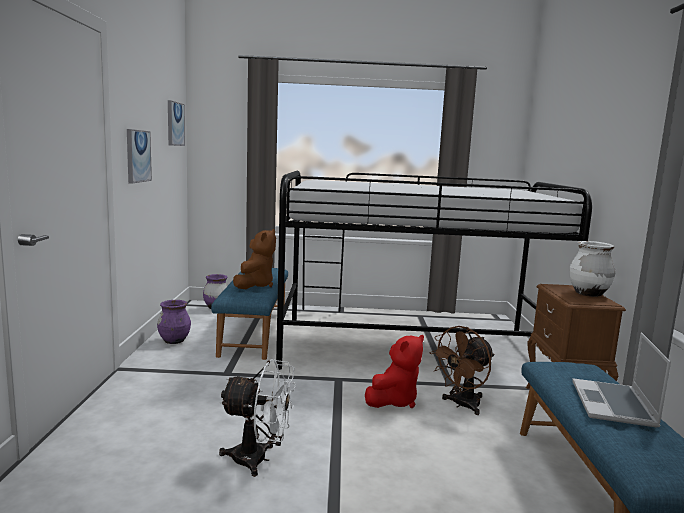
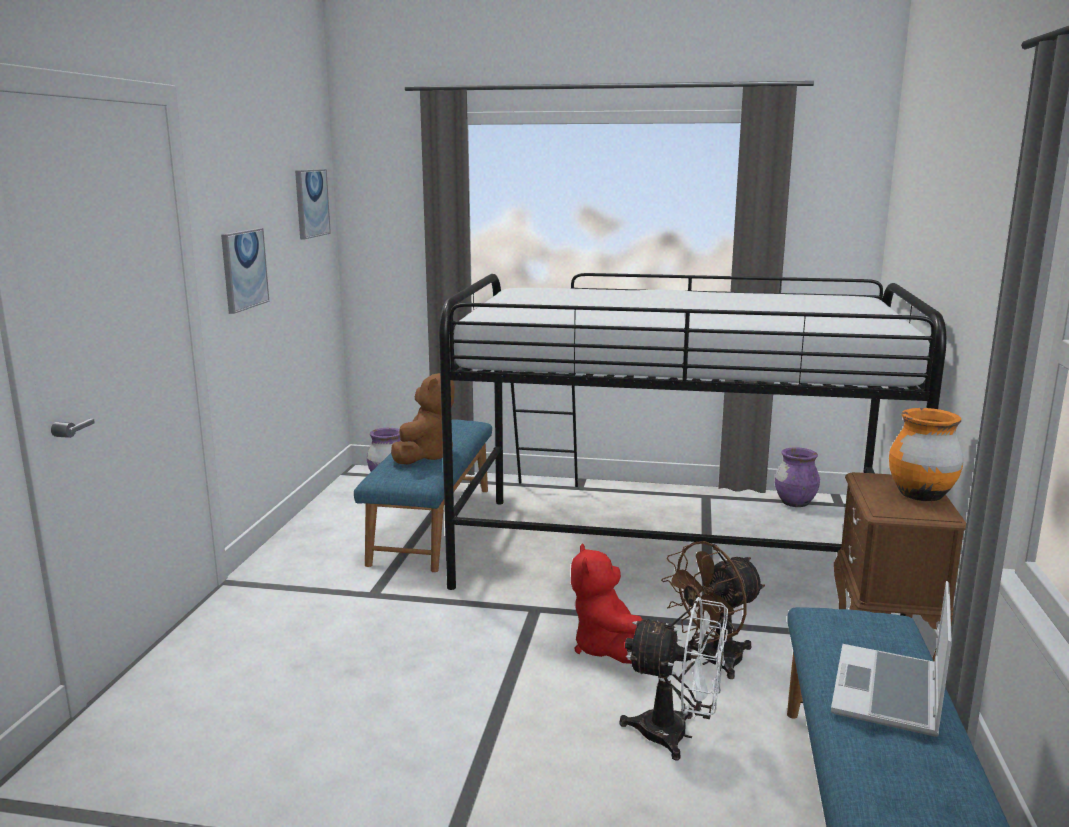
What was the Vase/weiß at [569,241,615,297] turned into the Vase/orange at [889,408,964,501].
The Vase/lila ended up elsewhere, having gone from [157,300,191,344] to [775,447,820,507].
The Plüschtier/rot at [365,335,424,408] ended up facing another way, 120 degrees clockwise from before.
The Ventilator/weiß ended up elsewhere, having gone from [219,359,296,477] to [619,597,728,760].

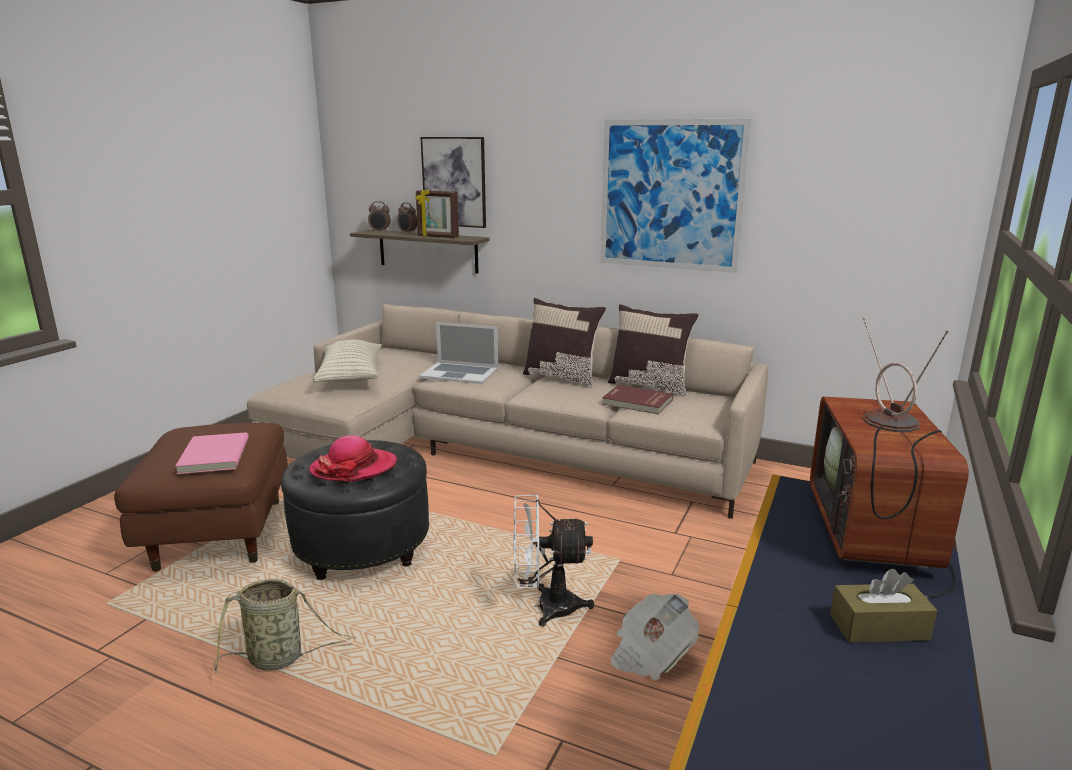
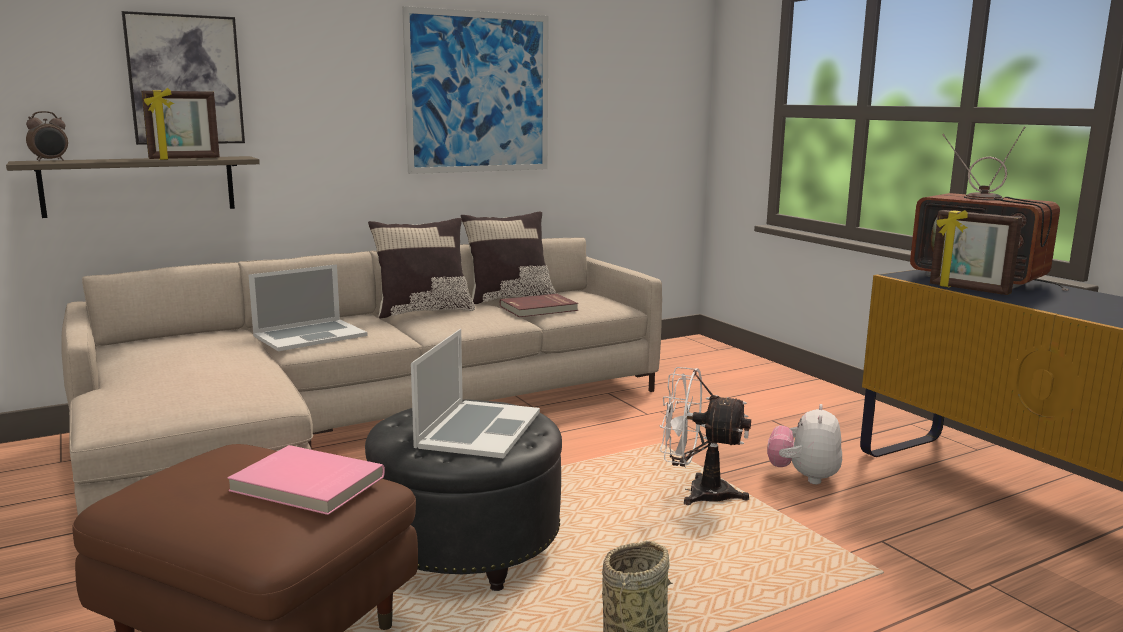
The second view lost the Wecker at [397,202,417,234].
The second view lost the Kissen at [313,340,381,383].
Where the Hut stood at [309,435,397,482], the Laptop came to stand at [411,329,540,459].
The Ventilator/weiß at [513,494,594,627] ended up facing another way, 75 degrees clockwise from before.
The second view lost the Taschentuchbox/braun at [830,568,937,642].
Where the Zeitung stood at [610,593,699,680], the Plüschtier came to stand at [767,404,842,484].
The second view gained the Bilderrahmen at [930,210,1023,295].

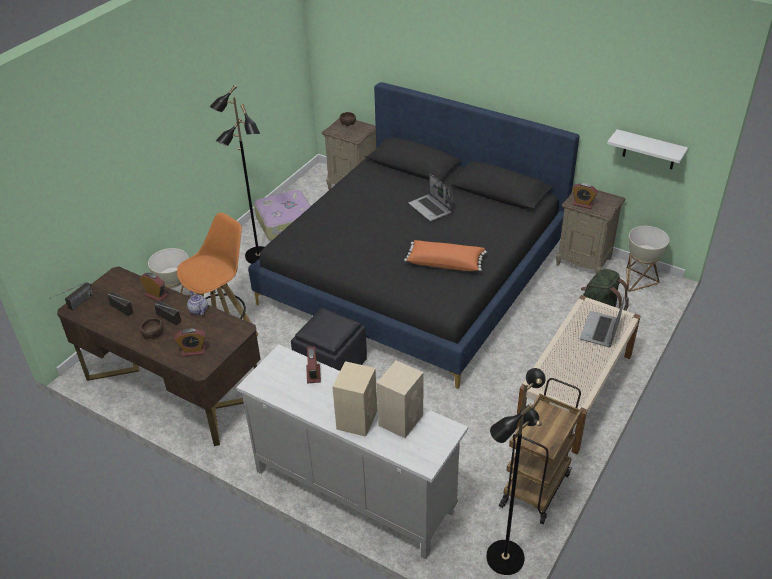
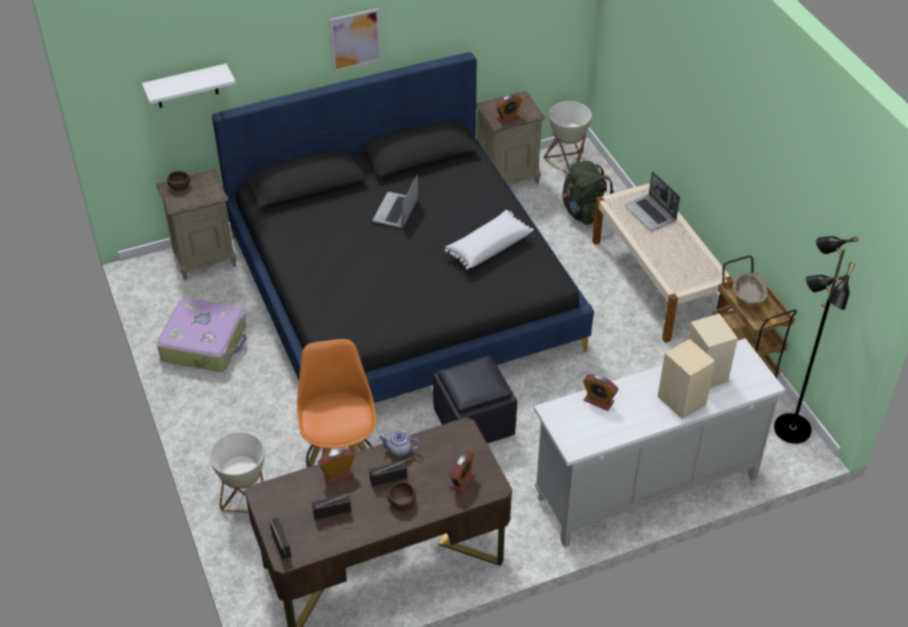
The second view lost the Stehlampe/schwarz at [209,85,264,264].
The Wandregal/weiß ended up elsewhere, having gone from [607,129,688,169] to [142,64,236,108].
The Laptop at [408,173,453,221] ended up facing another way, 105 degrees clockwise from before.
What was the Kissen/orange at [404,240,487,271] turned into the Kissen/weiß at [445,210,534,270].
The second view gained the Bild at [329,8,381,72].
The second view gained the Schüssel/beige at [733,273,768,307].

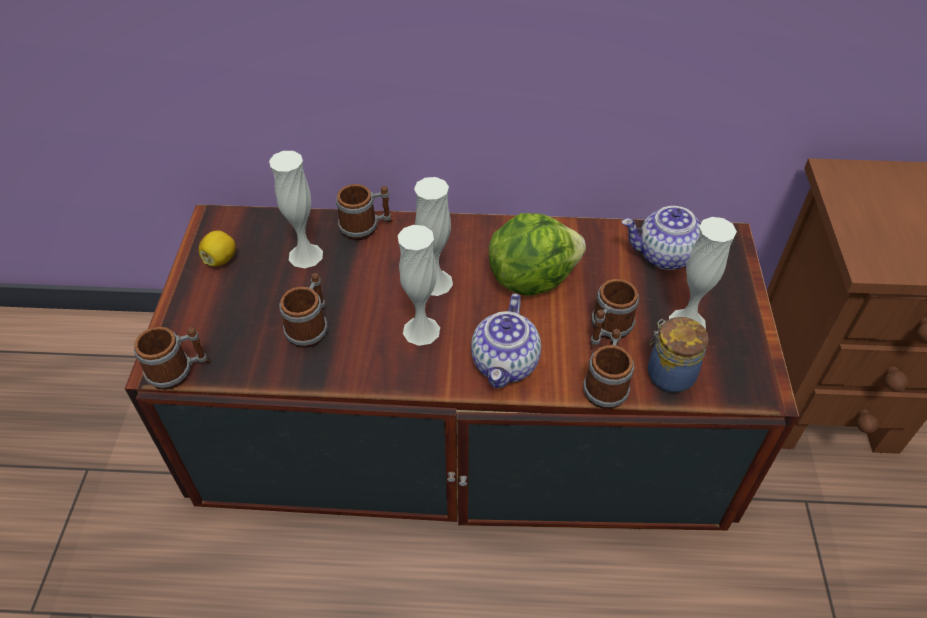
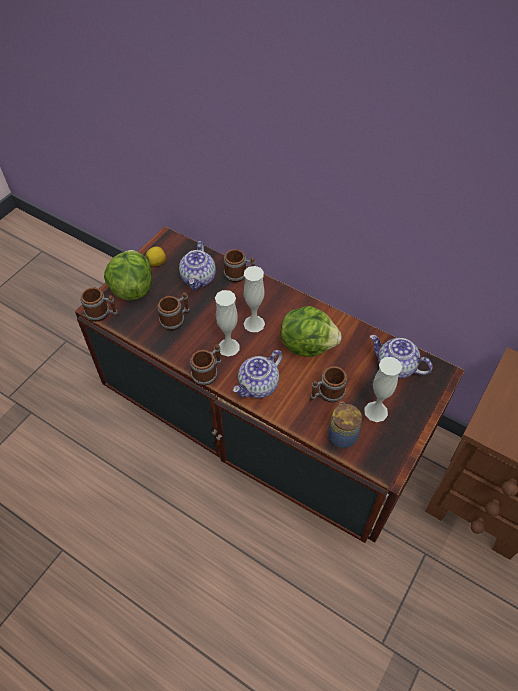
Where the Vase/weiß stood at [269,151,323,268], the Teekanne came to stand at [179,241,216,290].
The Henkelbecher ended up elsewhere, having gone from [583,329,634,409] to [190,344,222,386].
The second view gained the Salatkopf at [104,250,152,300].

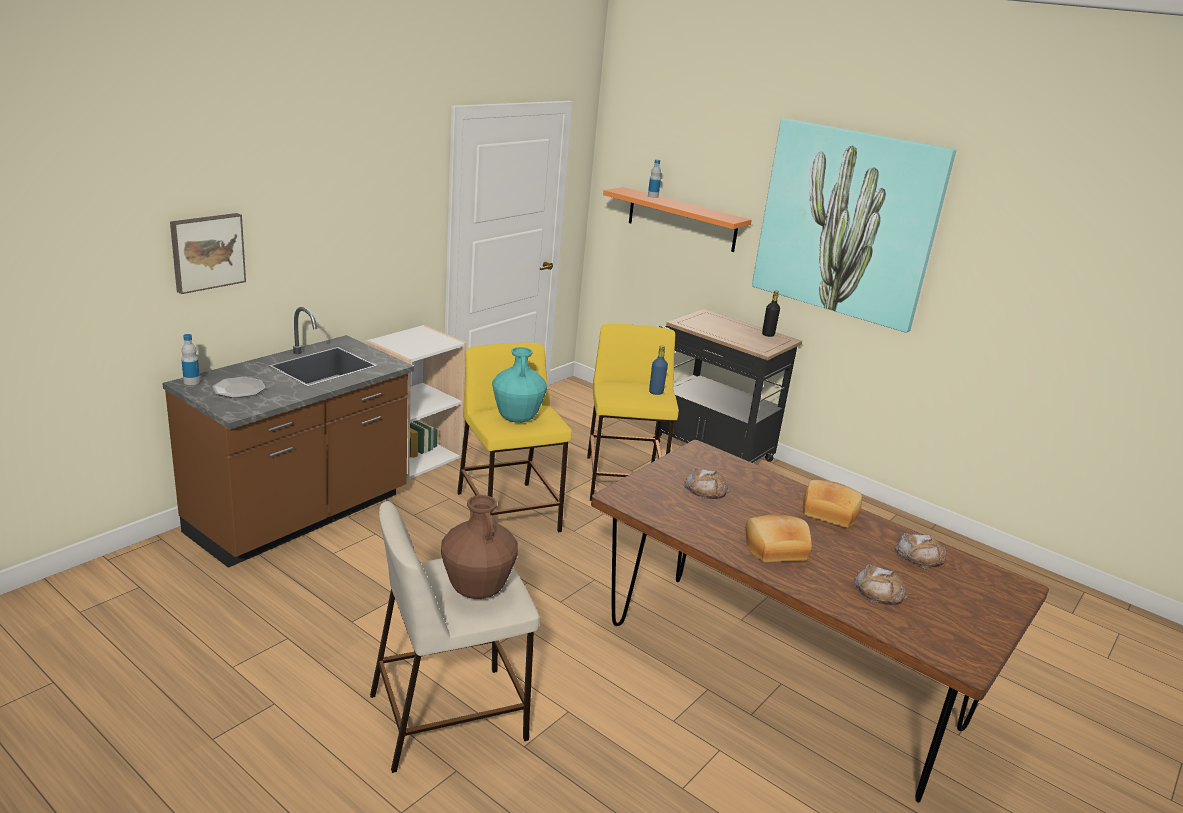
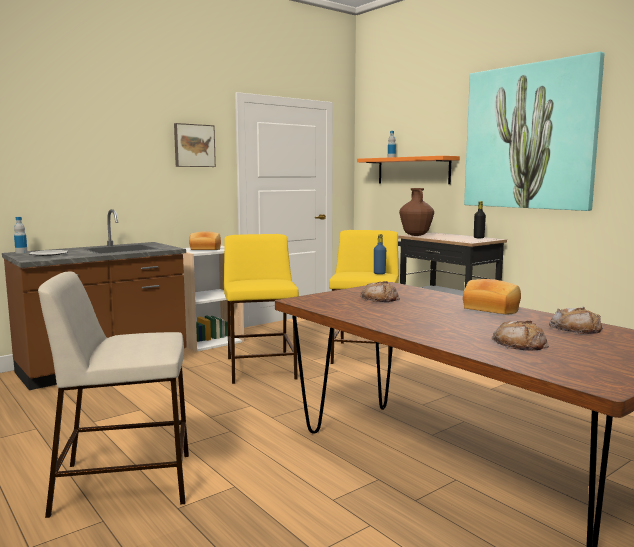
The Bild ended up elsewhere, having gone from [170,213,246,294] to [174,123,216,167].
The second view lost the Vase/türkis at [492,347,547,423].
The Vase/braun ended up elsewhere, having gone from [441,495,518,599] to [399,188,434,236].
The Brot ended up elsewhere, having gone from [746,515,812,562] to [189,231,221,250].

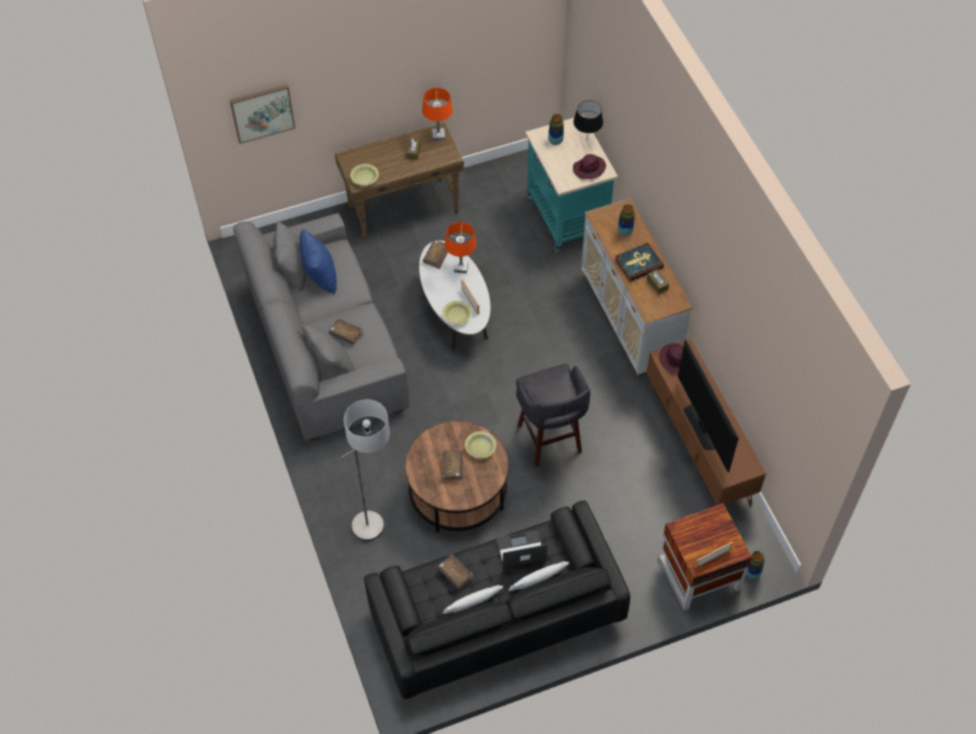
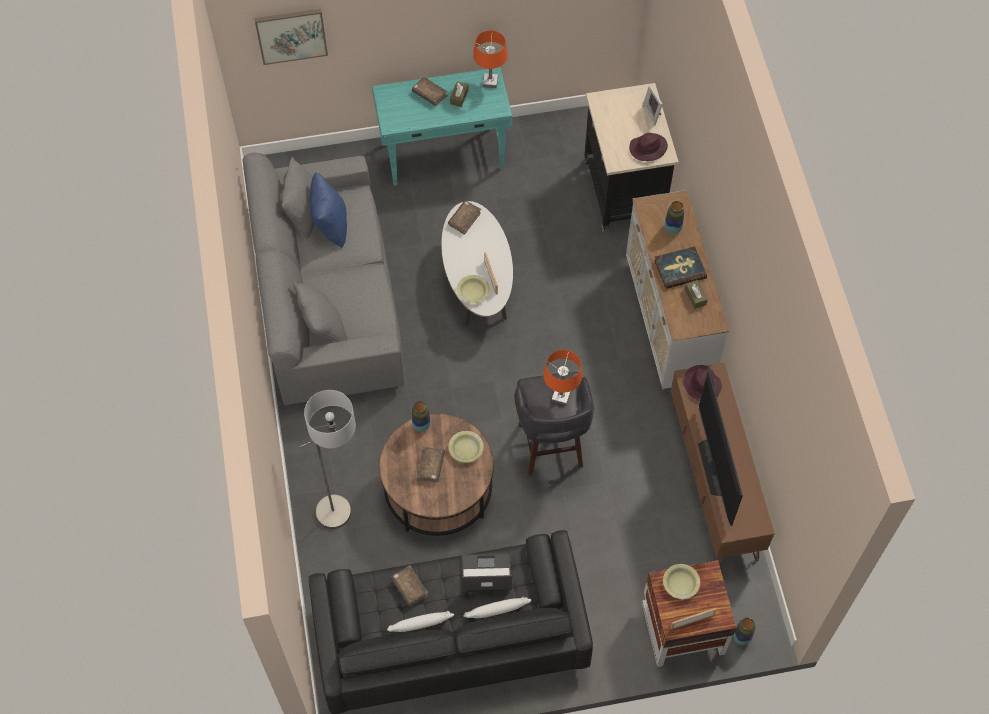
Where the Tischlampe/schwarz stood at [573,101,603,135], the Bilderrahmen came to stand at [642,85,663,126].
The Vase ended up elsewhere, having gone from [548,114,564,145] to [412,401,431,432].
What was the Rollwagen/türkis at [525,115,618,253] turned into the Rollwagen/schwarz at [584,83,679,232].
What was the Konsolentisch/braun at [335,123,464,242] turned into the Konsolentisch/türkis at [372,67,512,186].
The Schüssel/gelb ended up elsewhere, having gone from [350,164,379,186] to [663,564,700,599].
The Tischlampe/orange ended up elsewhere, having gone from [445,222,476,274] to [544,350,582,406].
The Buch/braun ended up elsewhere, having gone from [329,318,363,345] to [412,76,448,106].

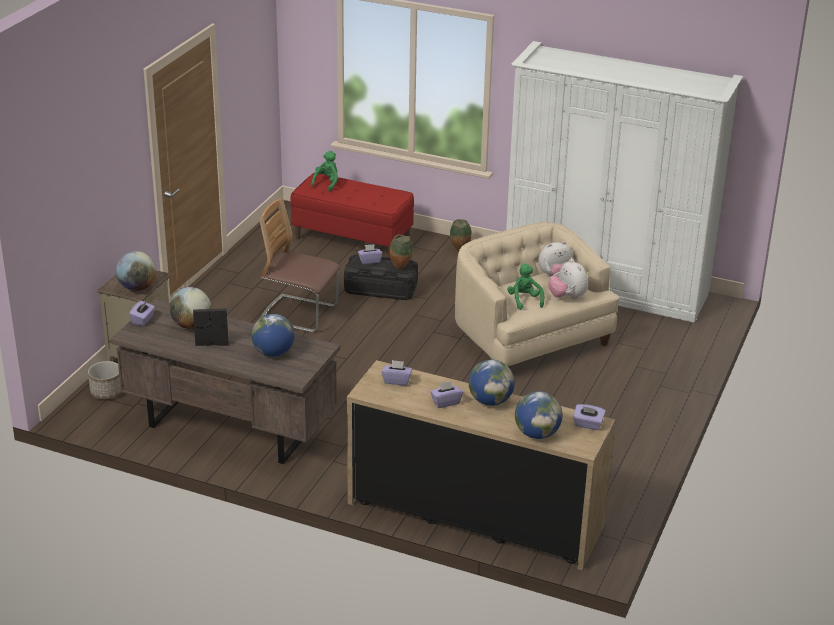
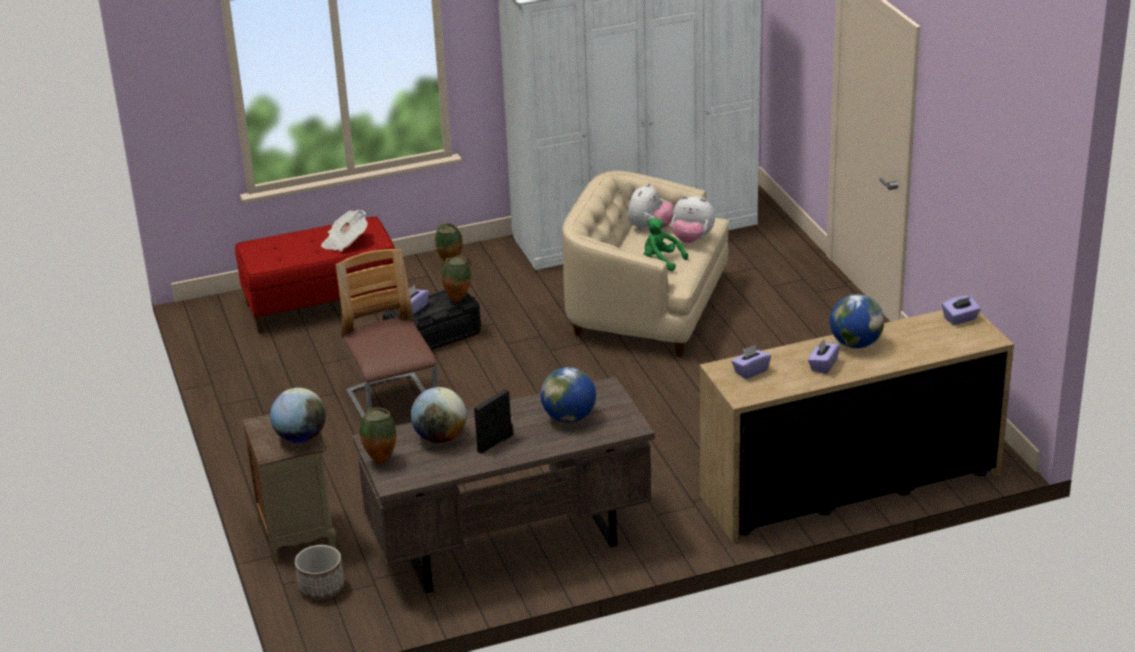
The second view lost the Plüschtier/grün at [311,151,338,192].
The Stuhl at [260,198,340,333] ended up facing another way, 90 degrees clockwise from before.
Where the Taschentuchbox/lila stood at [129,301,155,326], the Vase came to stand at [360,408,396,464].
The second view lost the Globus at [515,391,563,439].
The second view gained the Zeitung at [321,210,368,252].

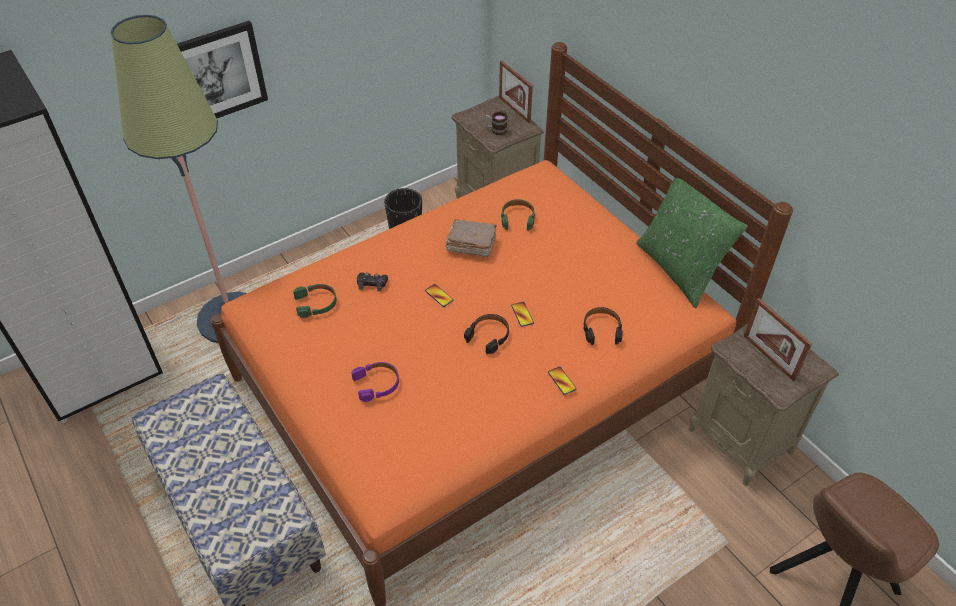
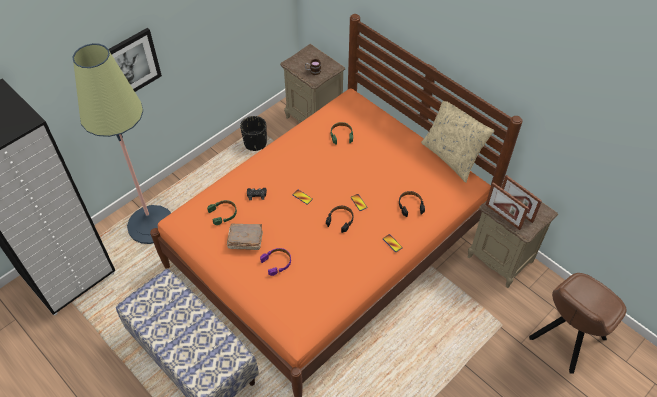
The Bilderrahmen ended up elsewhere, having gone from [499,60,533,123] to [486,182,529,230].
What was the Kissen/grün at [636,177,748,308] turned into the Kissen/beige at [421,101,495,183].
The Buch/braun ended up elsewhere, having gone from [445,219,497,257] to [227,223,263,250].

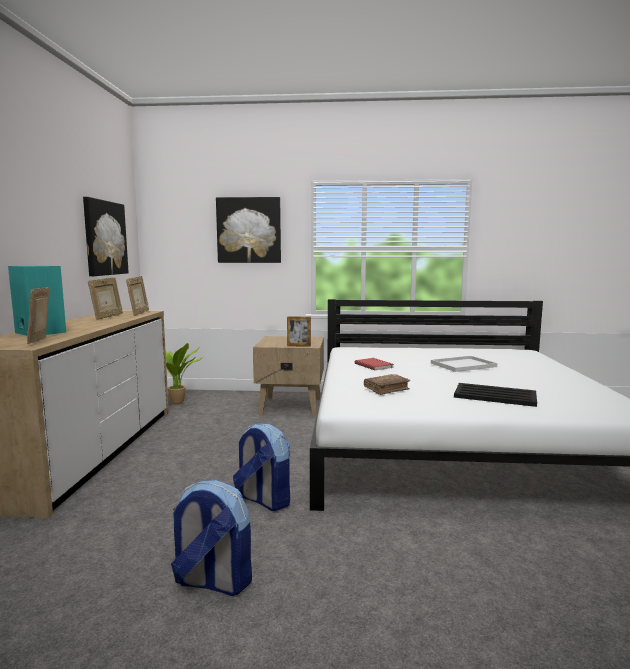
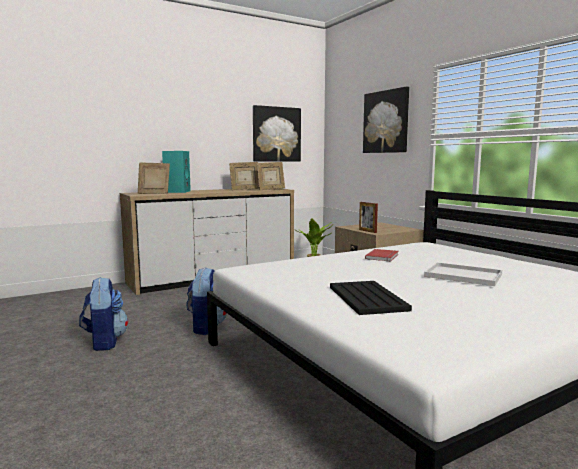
The second view lost the Buch/braun at [364,374,410,395].

